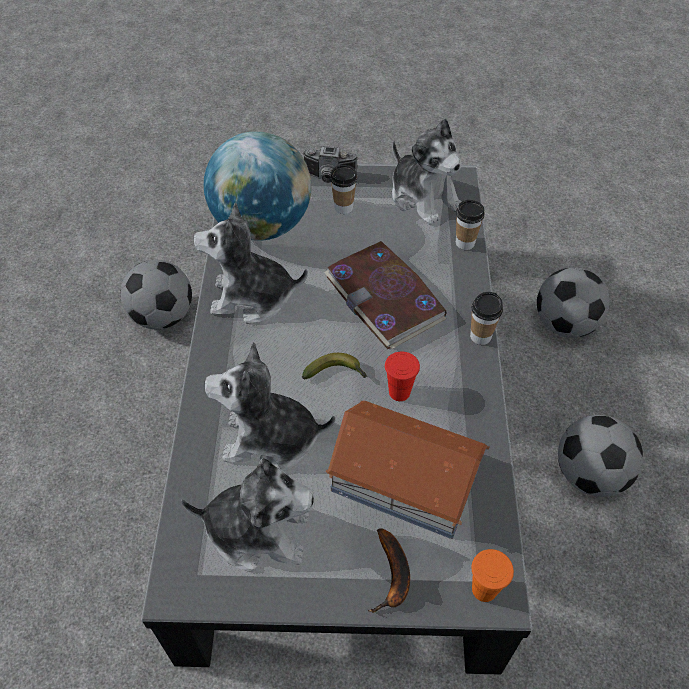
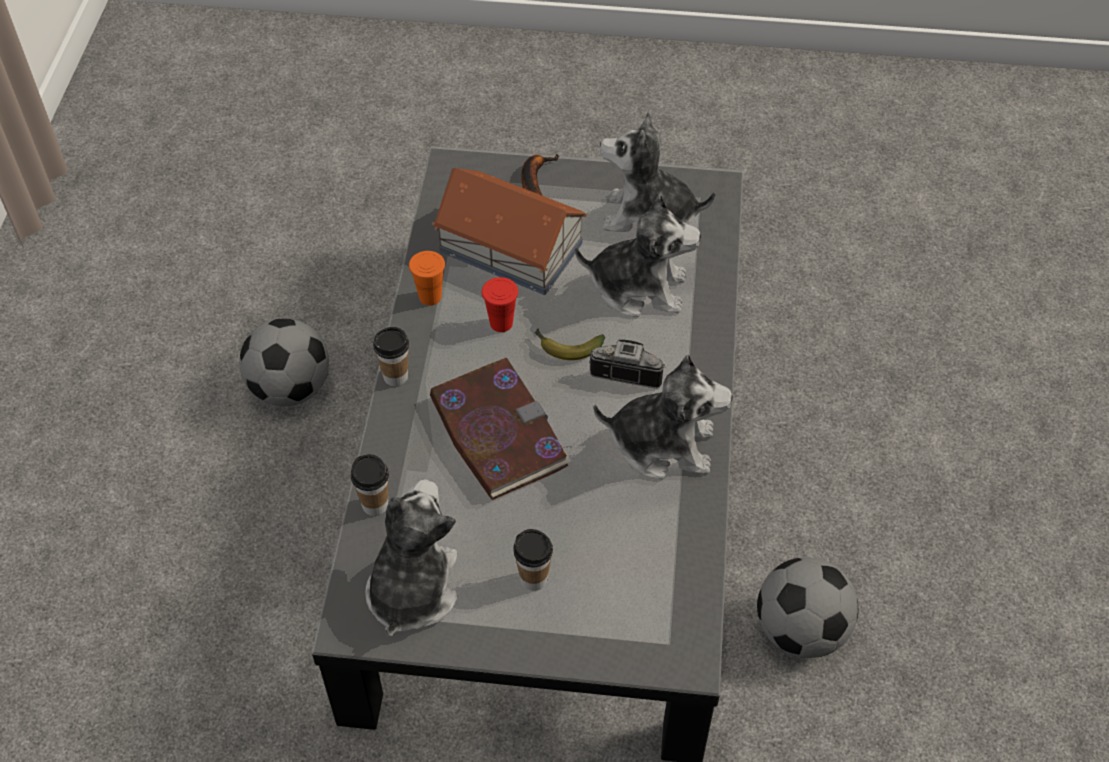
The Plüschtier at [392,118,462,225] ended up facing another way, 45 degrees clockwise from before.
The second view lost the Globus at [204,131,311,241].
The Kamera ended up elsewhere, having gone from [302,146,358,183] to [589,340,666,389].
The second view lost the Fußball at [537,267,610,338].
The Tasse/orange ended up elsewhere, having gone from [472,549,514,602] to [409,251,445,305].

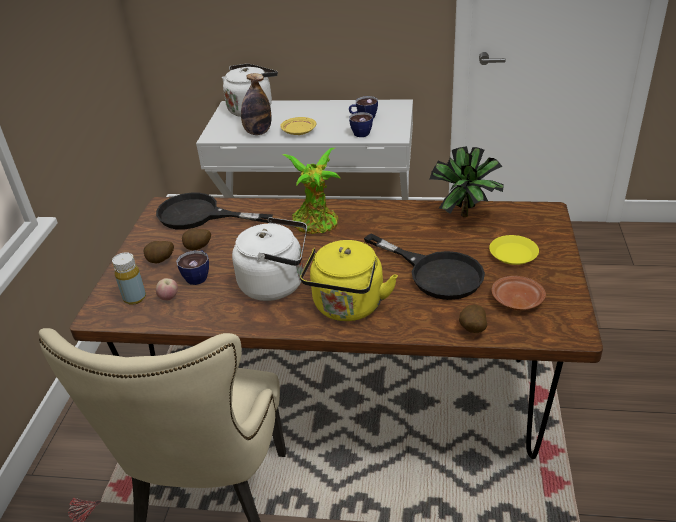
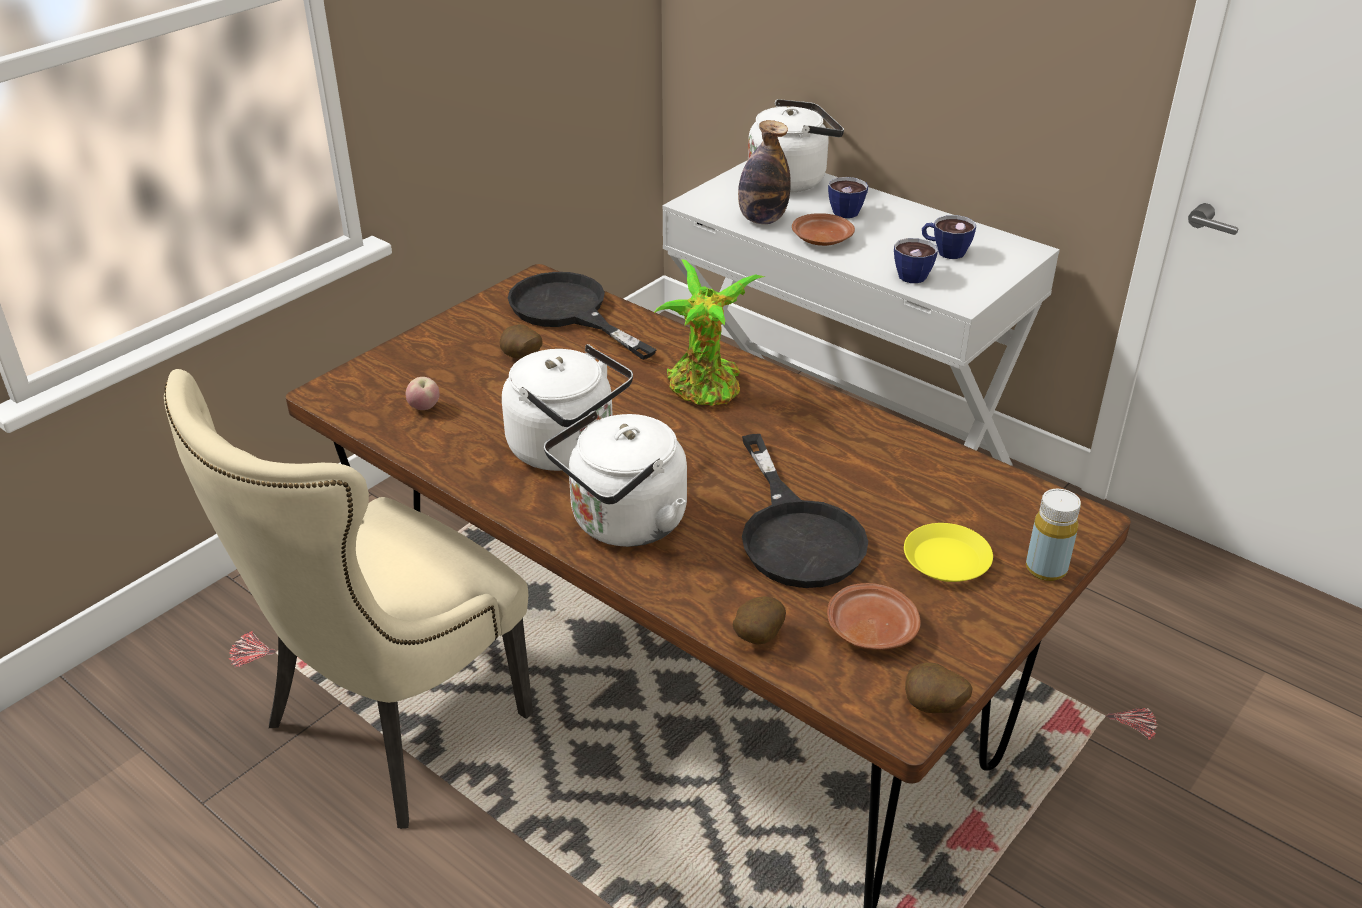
What was the Teller/gelb at [280,117,316,135] turned into the Teller/braun at [792,213,855,246].
The second view lost the Topfpflanze at [430,146,504,217].
What was the Wasserkessel/gelb at [300,240,398,321] turned into the Wasserkessel/weiß at [544,411,687,547].
The Kartoffel ended up elsewhere, having gone from [144,241,174,263] to [905,663,973,713].
The Tasse ended up elsewhere, having gone from [176,250,209,285] to [828,177,868,218].
The Flasche/gelb ended up elsewhere, having gone from [112,252,146,305] to [1026,489,1081,581].

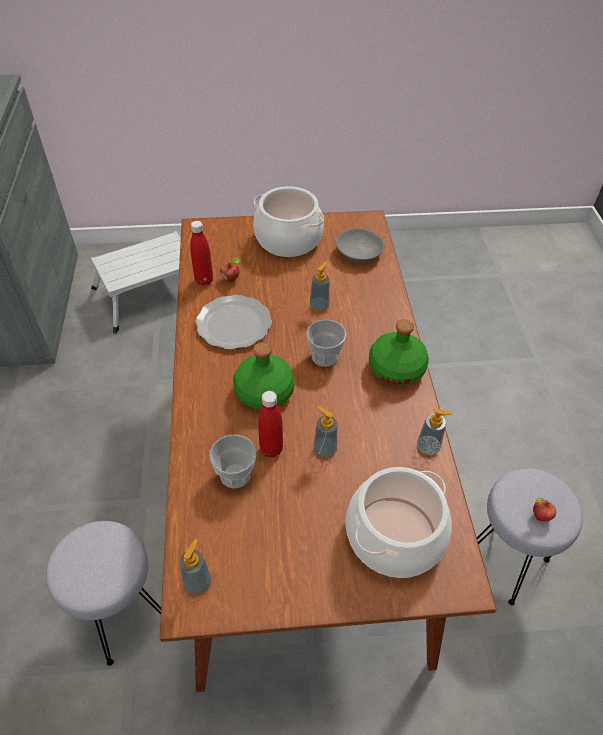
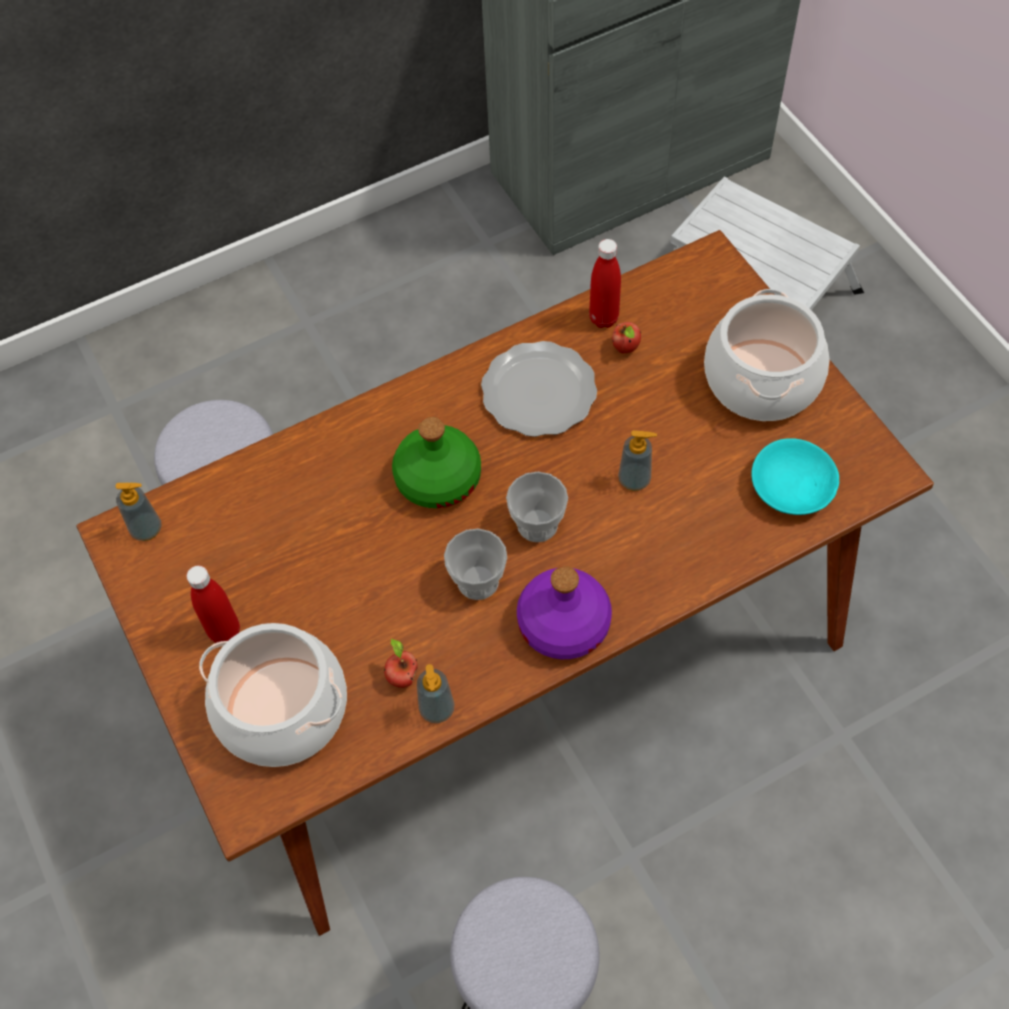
What was the Schüssel/grau at [336,229,384,262] turned into the Schüssel/türkis at [751,438,839,515].
What was the Flasche/grün at [369,319,429,385] turned into the Flasche/lila at [517,566,612,659].
The Flasche/rot ended up elsewhere, having gone from [258,391,283,458] to [186,566,240,643].
The second view lost the Seifenspender at [313,406,337,458].
The Tasse ended up elsewhere, having gone from [210,434,256,488] to [444,529,507,600].
The Apfel ended up elsewhere, having gone from [533,498,556,522] to [384,639,418,688].

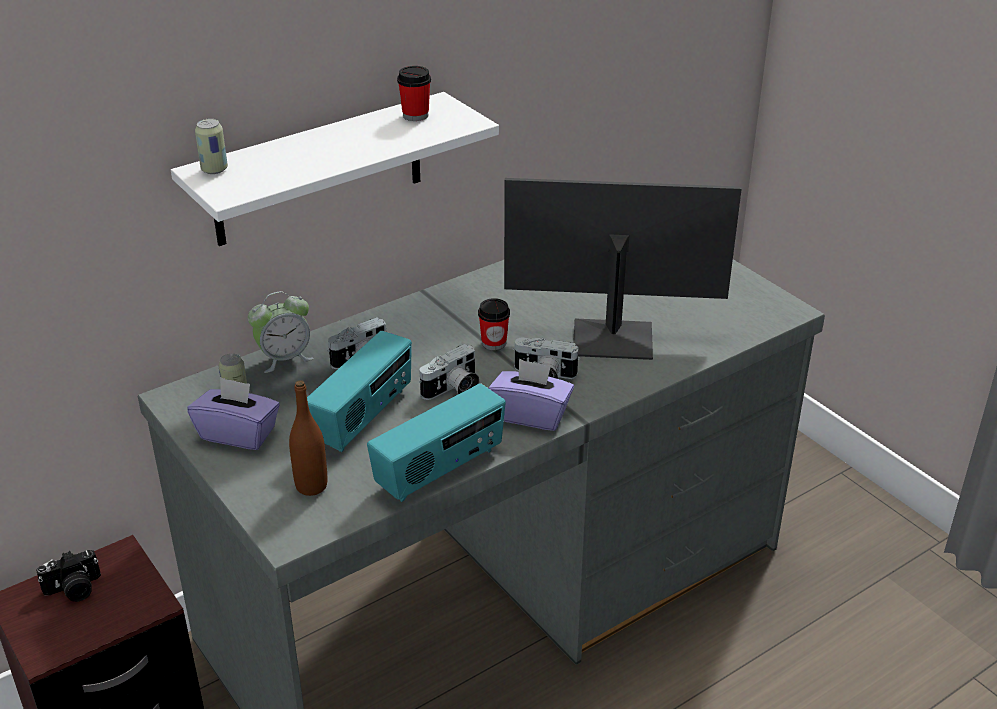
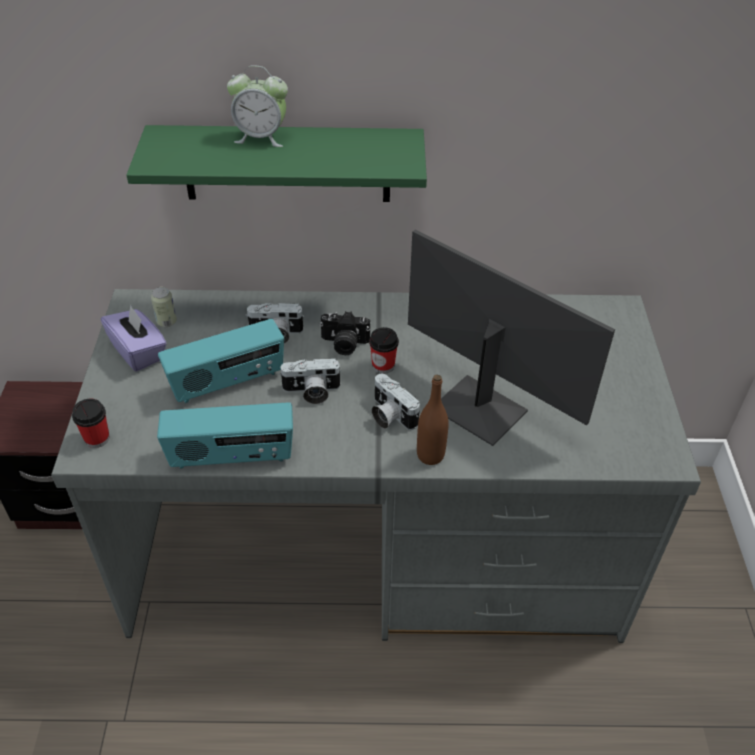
The Tasse ended up elsewhere, having gone from [397,66,431,121] to [72,399,110,448].
What was the Wandregal/weiß at [171,92,499,246] turned into the Wandregal/grün at [126,125,427,202].
The second view lost the Dose at [195,118,228,174].
The Wecker ended up elsewhere, having gone from [248,291,314,373] to [227,65,288,147].
The second view lost the Taschentuchbox/lila at [489,359,574,431].
The Flasche/braun ended up elsewhere, having gone from [289,380,327,496] to [417,374,449,465].
The Kamera ended up elsewhere, having gone from [36,550,101,602] to [320,311,370,355].

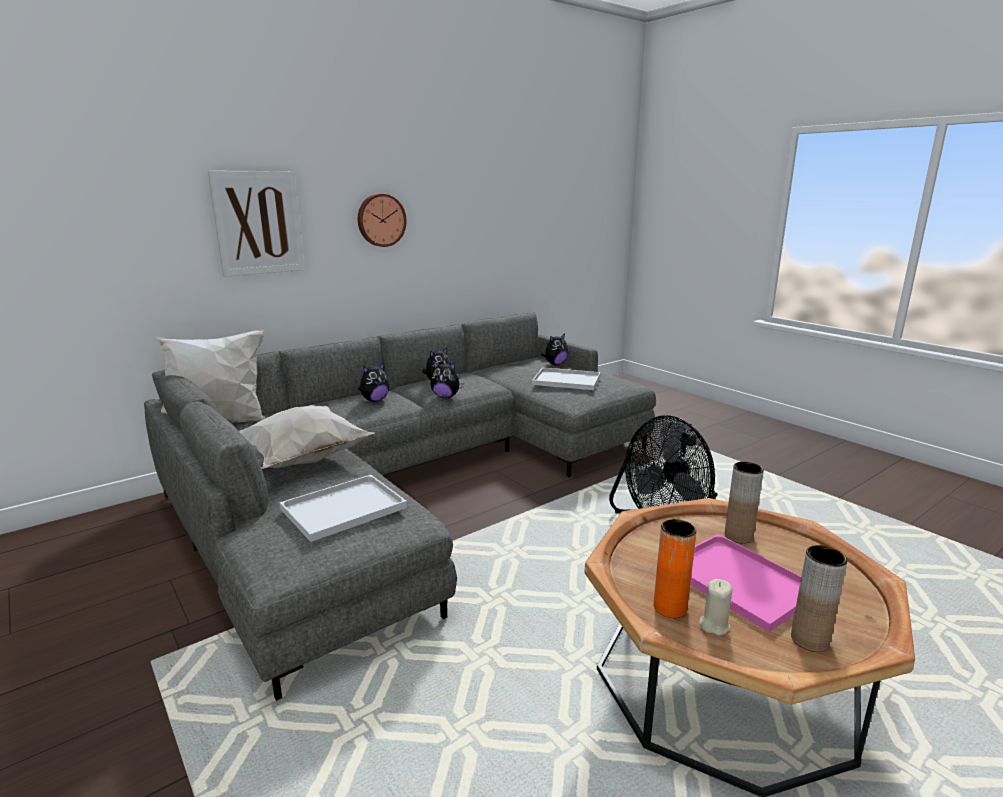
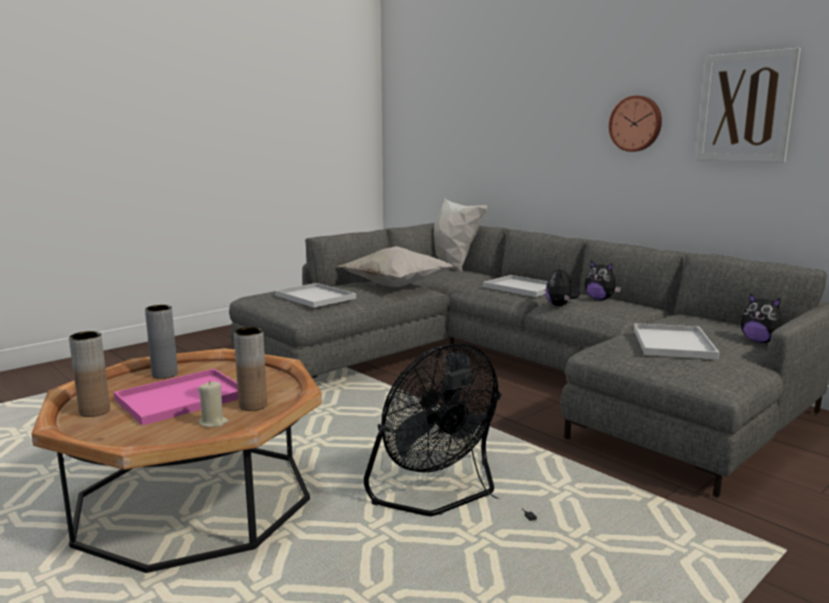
The Bild ended up elsewhere, having gone from [208,171,304,277] to [696,48,801,163].
Where the Plüschtier stood at [358,362,390,402], the Tablett/weiß came to stand at [483,275,547,297].
What was the Vase/orange at [654,519,697,618] turned into the Vase/grau at [145,305,178,379].
The Kerze/beige ended up elsewhere, having gone from [699,579,732,636] to [198,381,228,427].

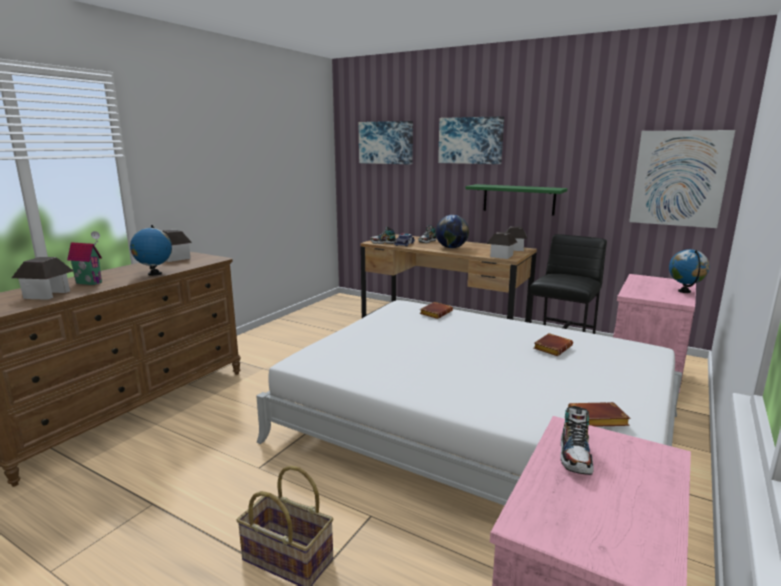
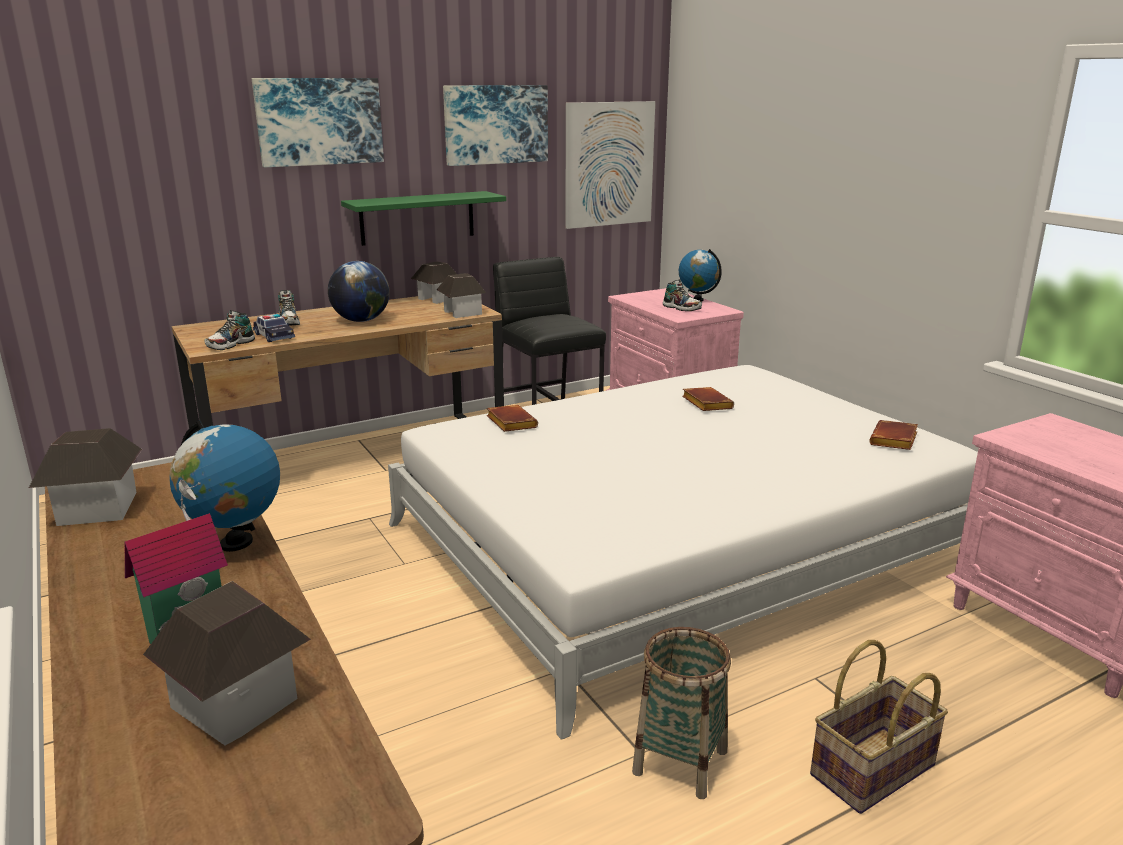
The Bild ended up elsewhere, having gone from [359,121,413,164] to [443,85,548,166].
The Schuh ended up elsewhere, having gone from [560,406,594,475] to [663,279,702,311].
The second view gained the Korb at [632,627,731,799].

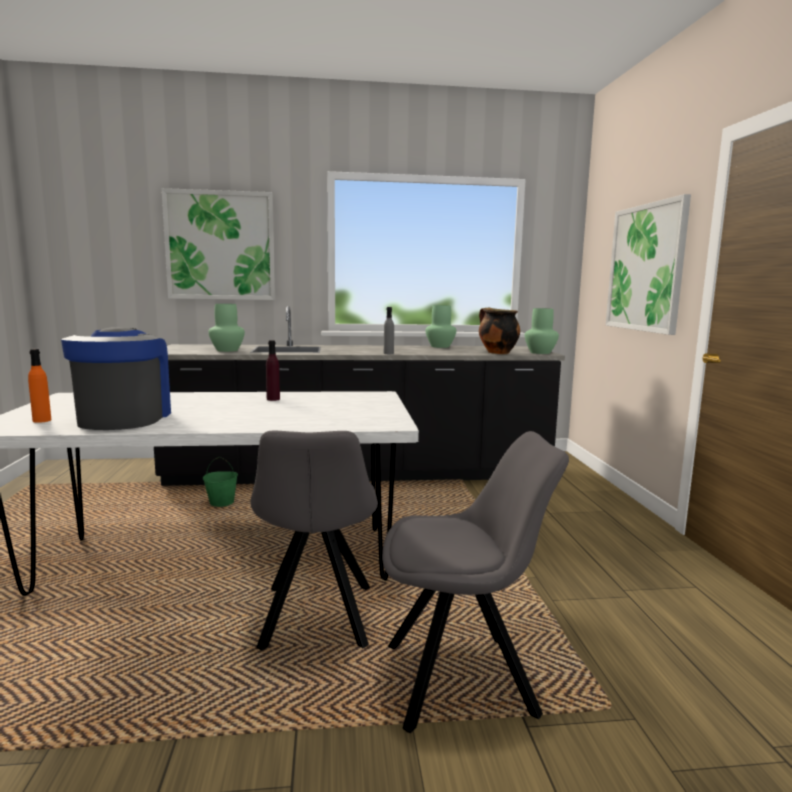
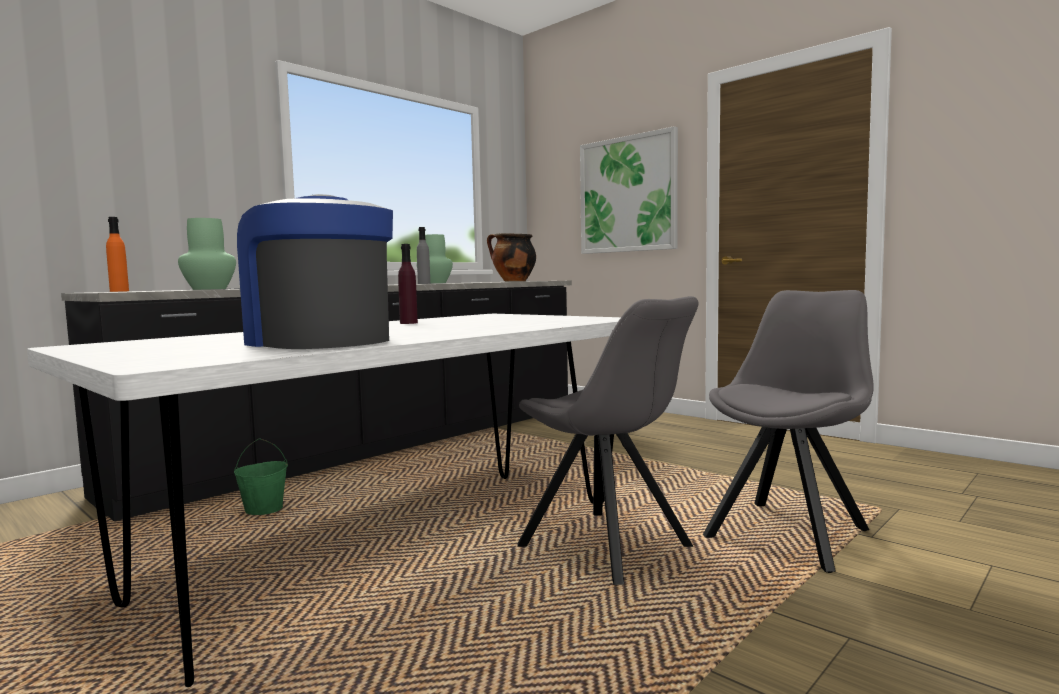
The second view lost the Bild at [161,188,275,300].
The second view lost the Vase/grün at [525,308,559,354].
The Flasche/orange ended up elsewhere, having gone from [28,349,51,423] to [106,217,129,292].

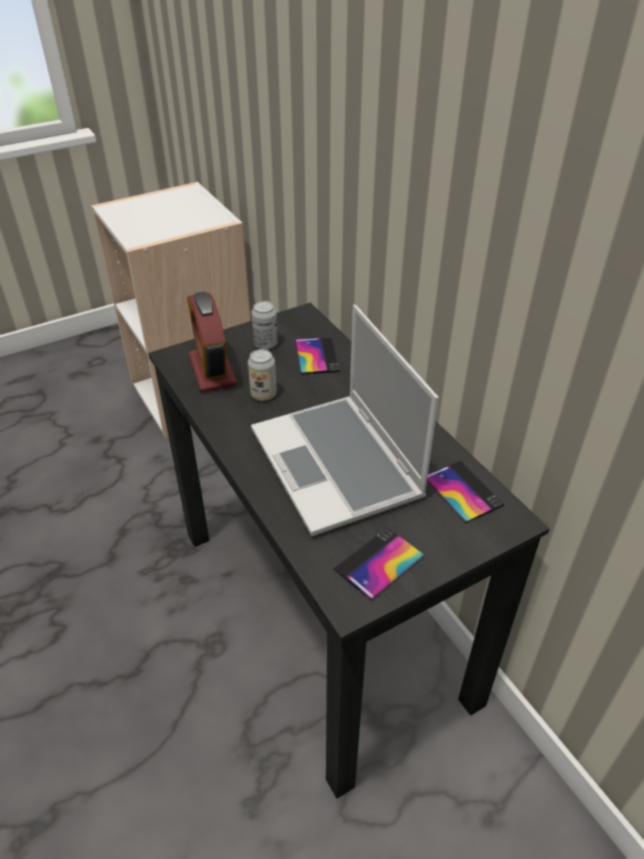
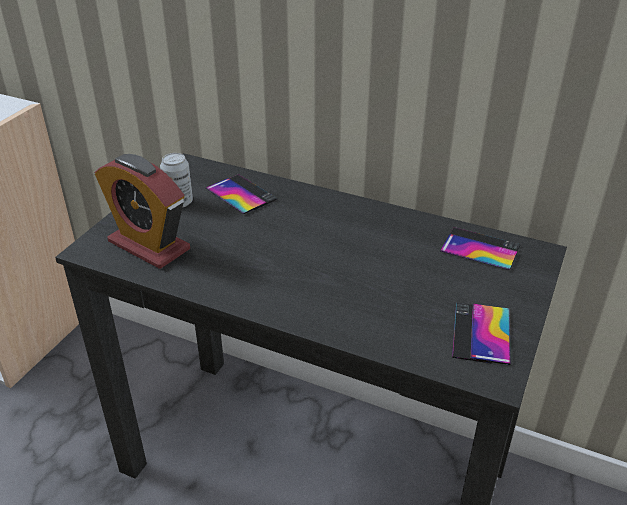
The second view lost the Laptop at [251,304,439,536].
The second view lost the Dose at [248,349,277,401].

